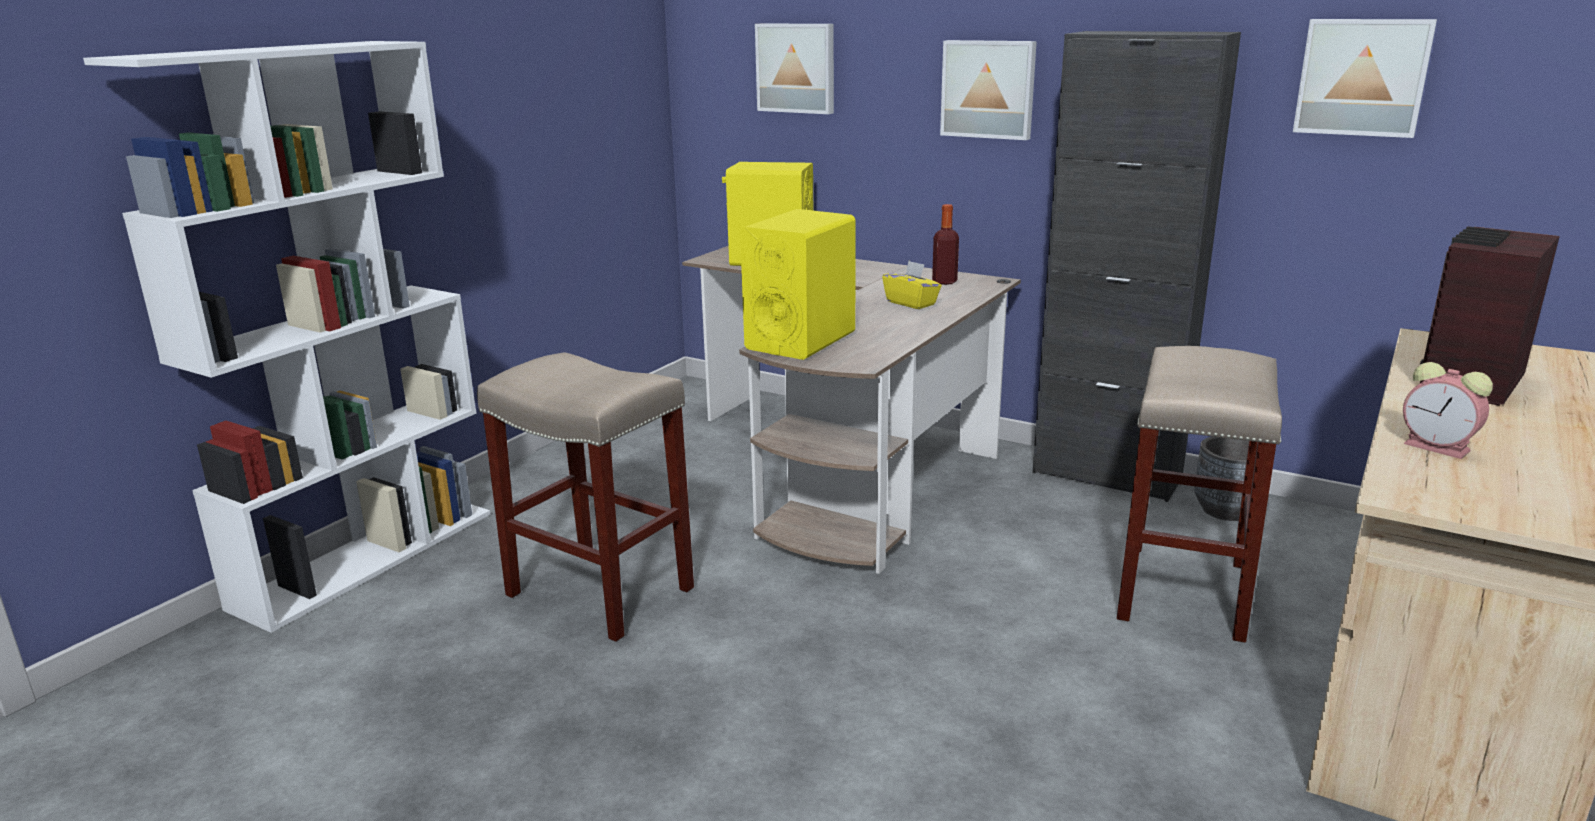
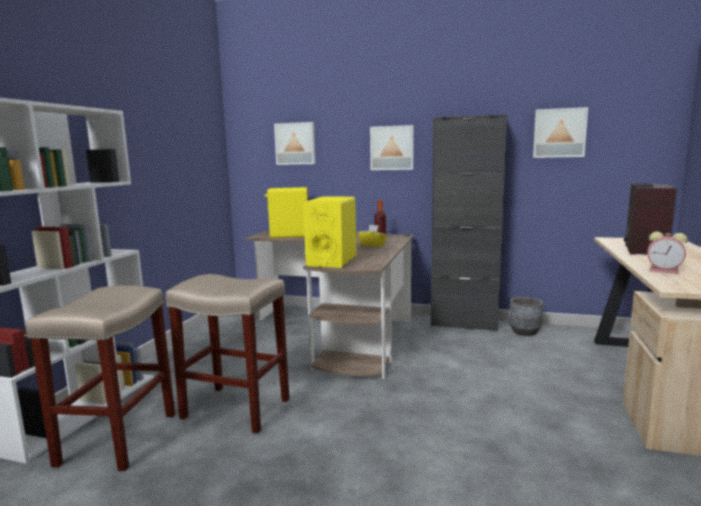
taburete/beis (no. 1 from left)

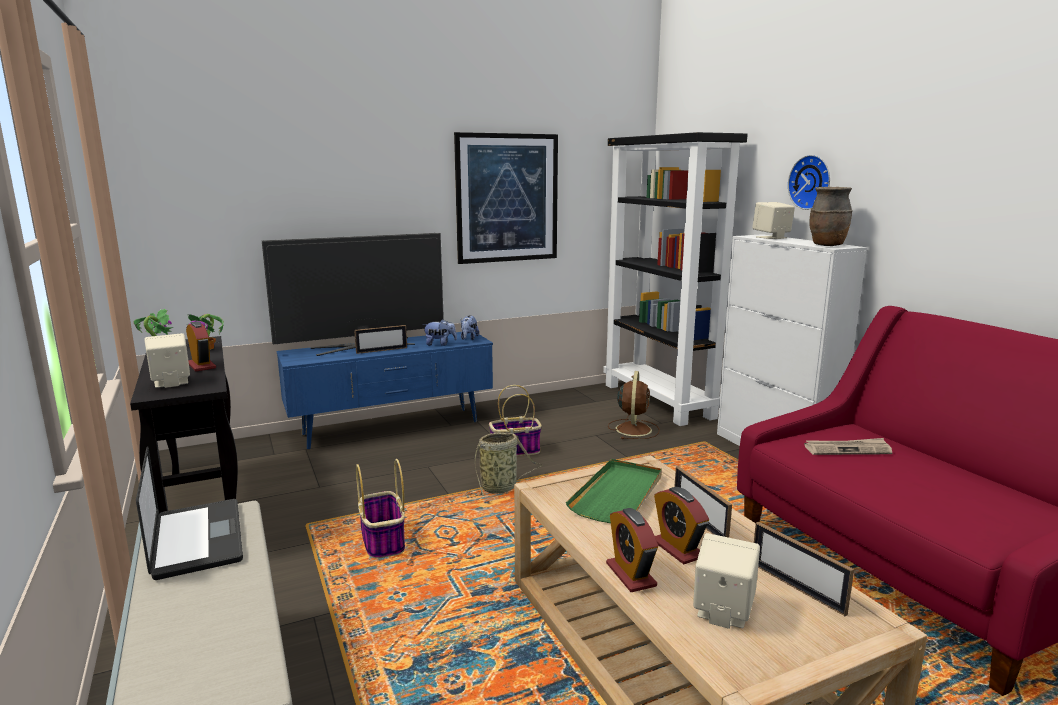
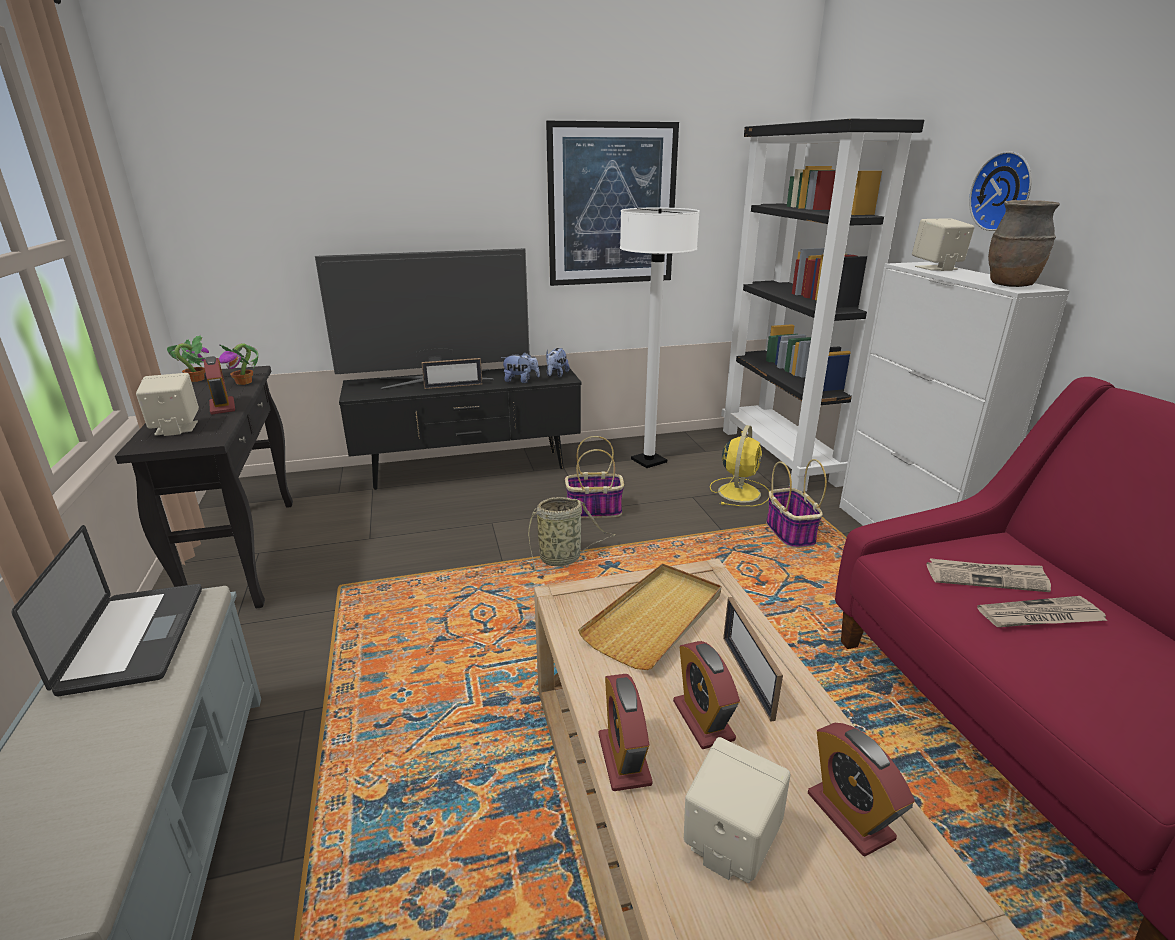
lámpara de pie/blanco; periódico (no. 2 from left); cesta (no. 3 from left); despertador (no. 4 from left); mueble de televisión/negro; bandeja/beis; ventilador/amarillo

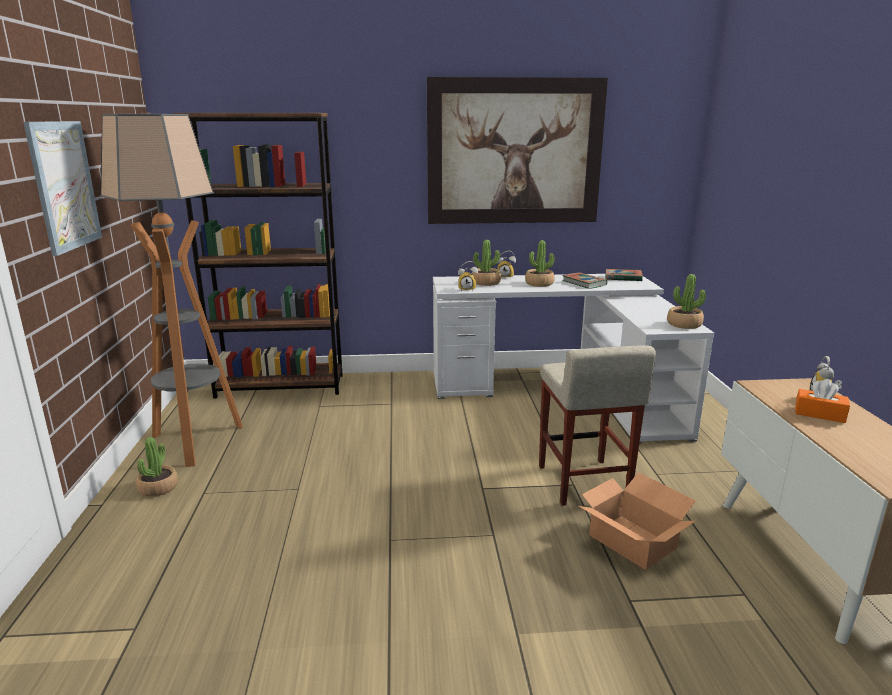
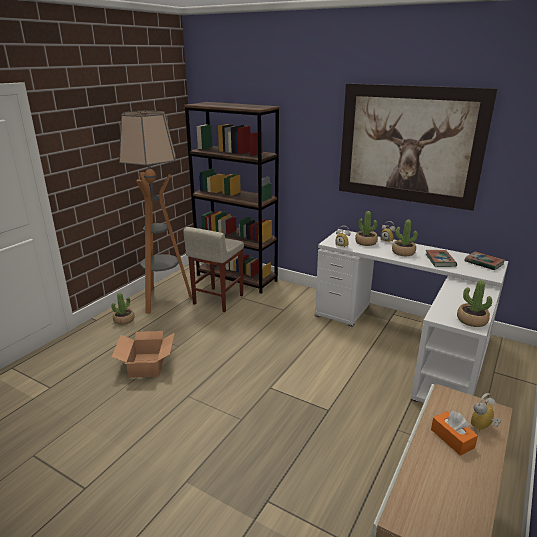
cuadro (no. 1 from left in the first image); taburete/beis; caja de cartón

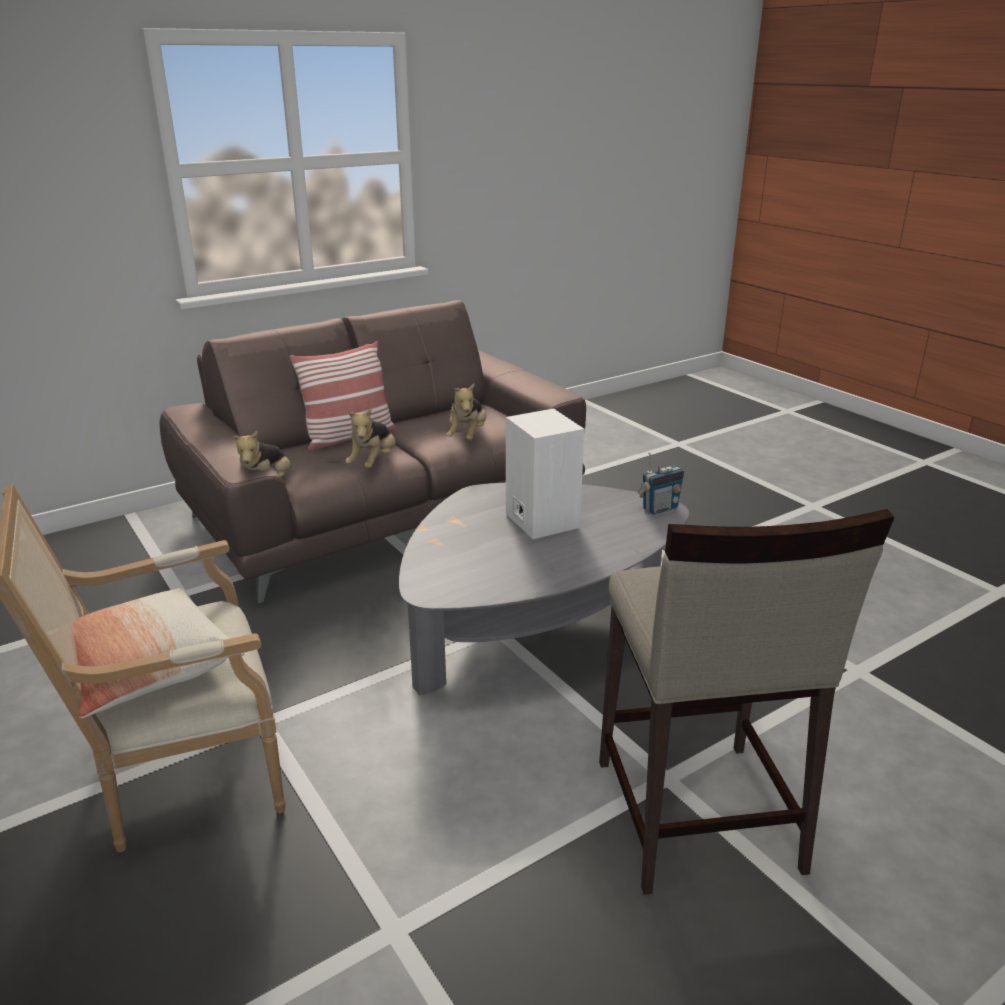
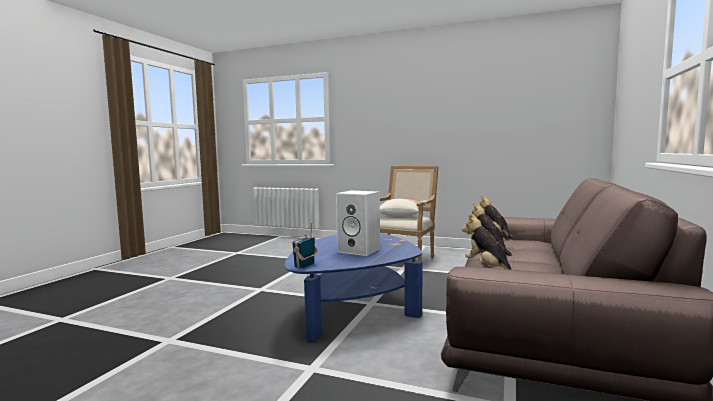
cojín (no. 2 from left in the first image); taburete/beis; mesa de centro/azul

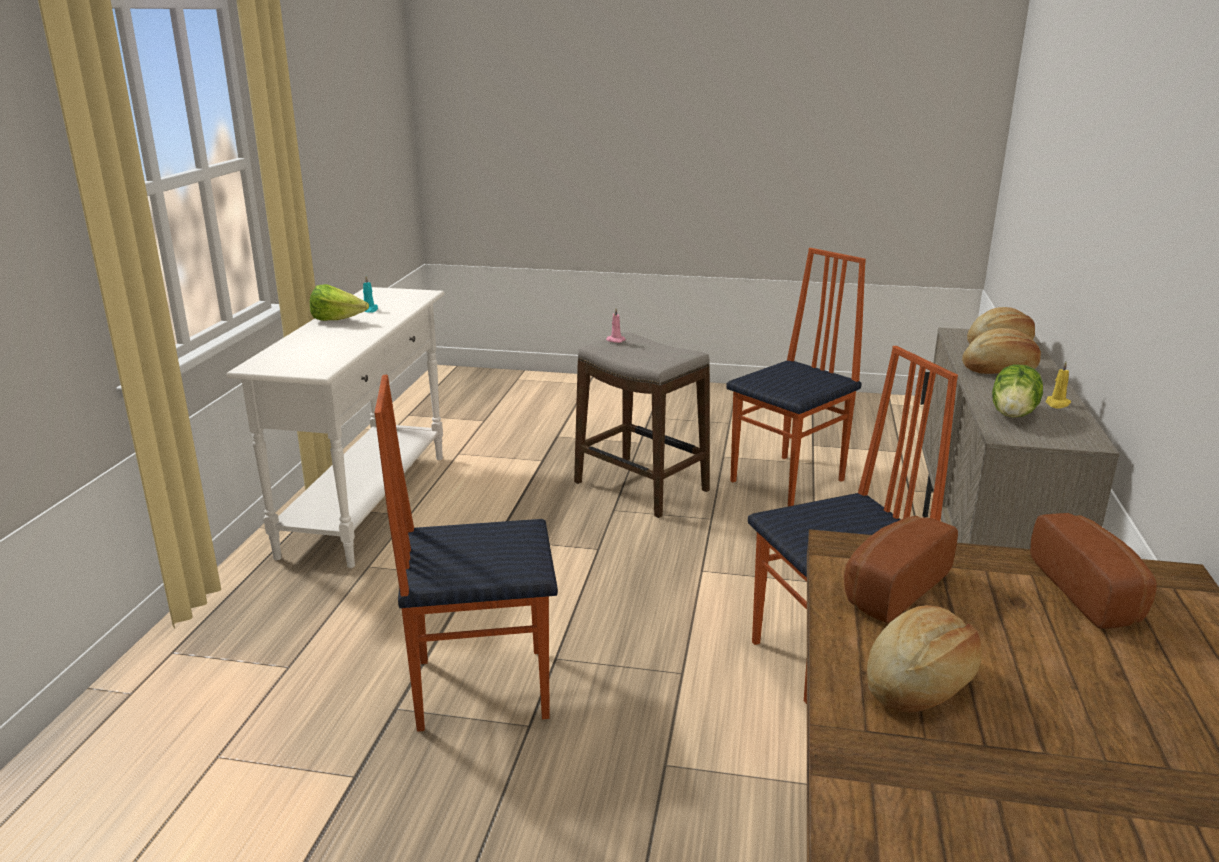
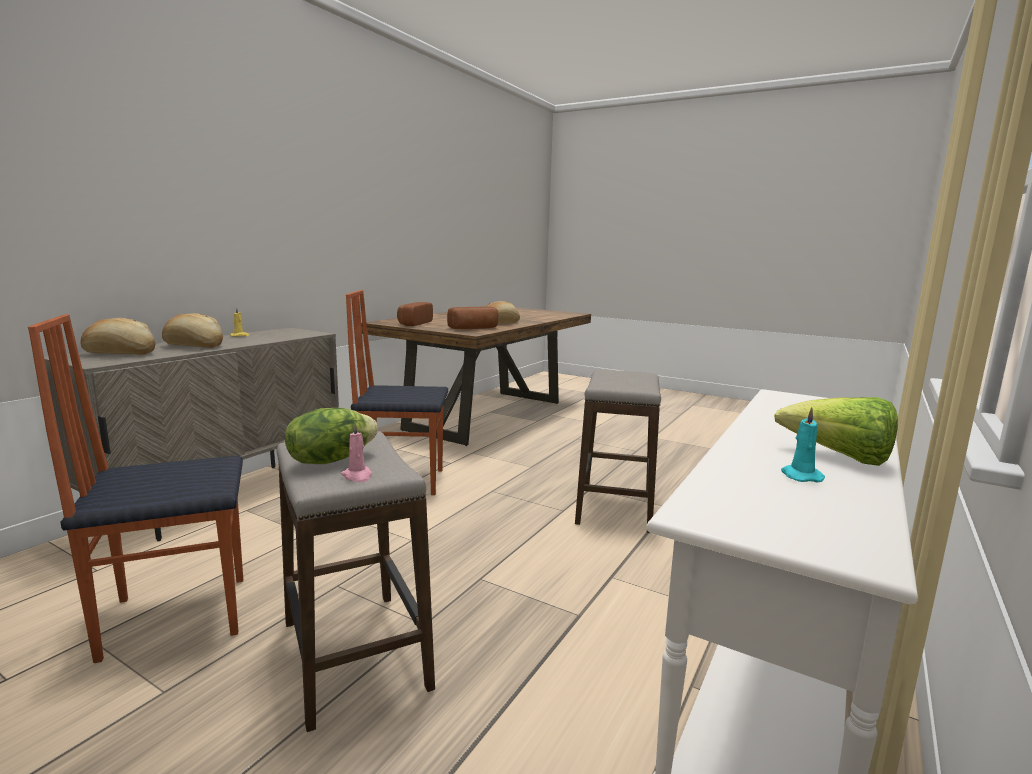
lechuga (no. 1 from left); taburete (no. 2 from left)

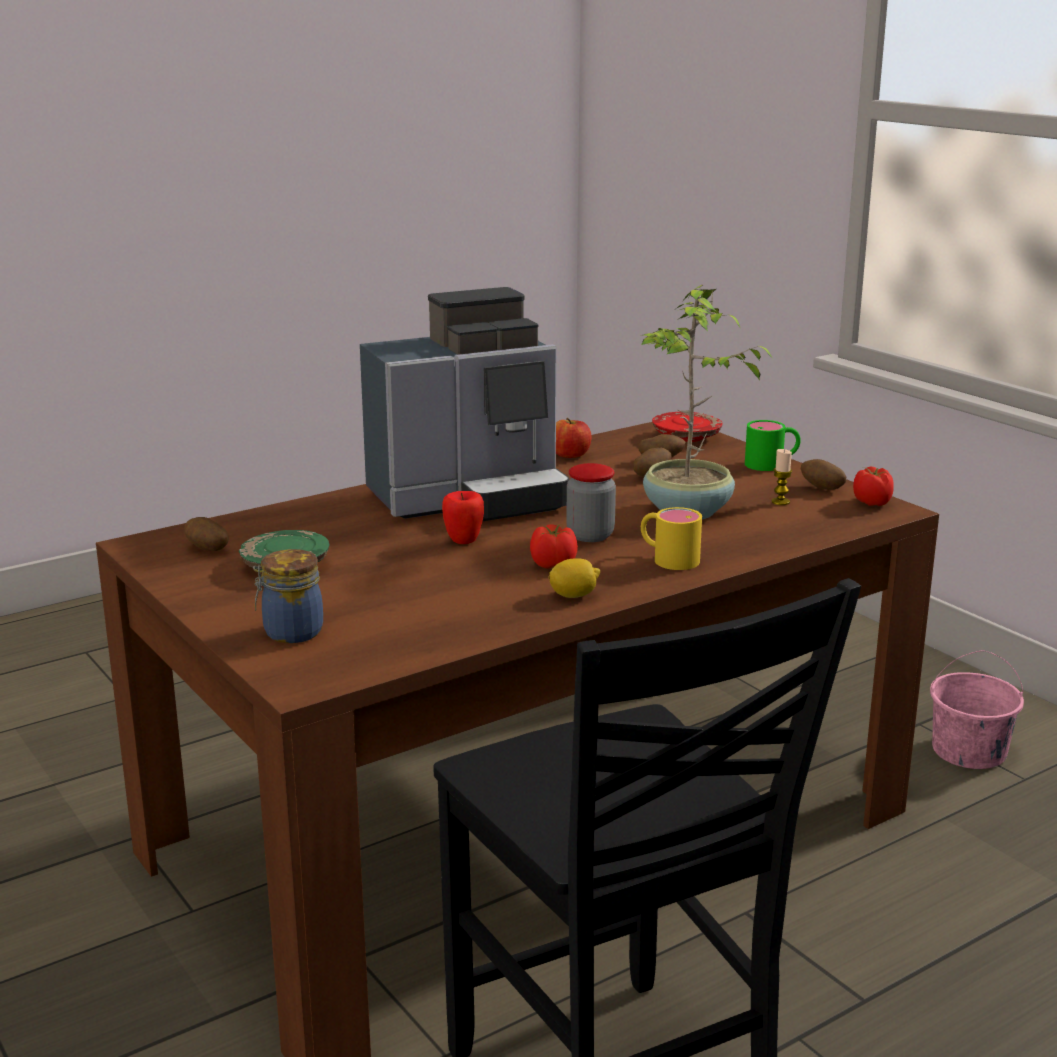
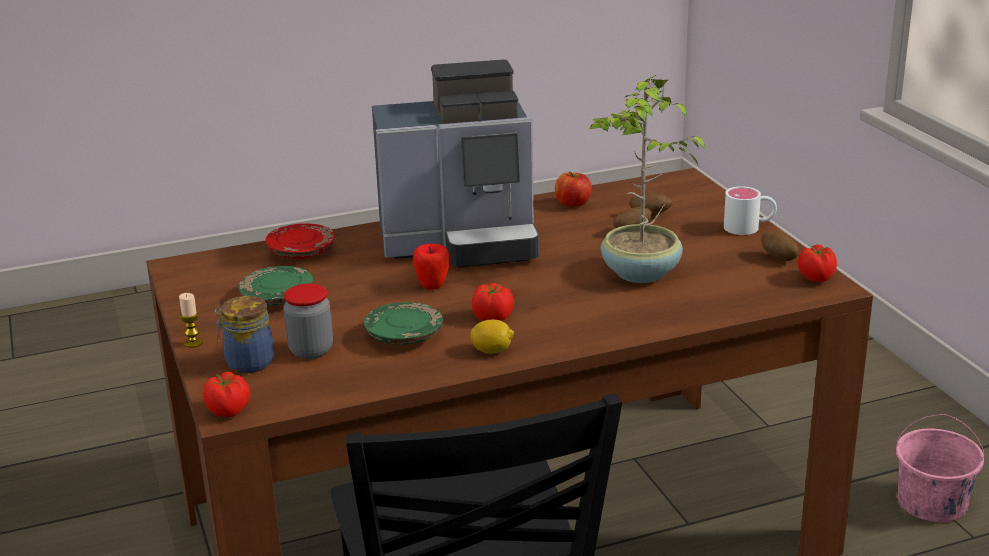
patata (no. 1 from left in the first image); taza grande/amarillo; tomate (no. 1 from left); plato/verde (no. 2 from left); tarro (no. 2 from left); plato/rojo; vela; taza grande/blanco

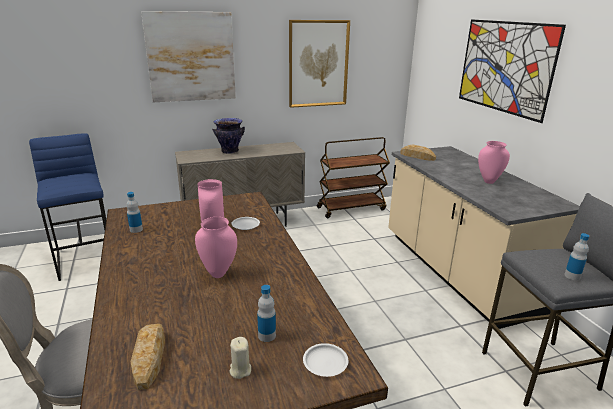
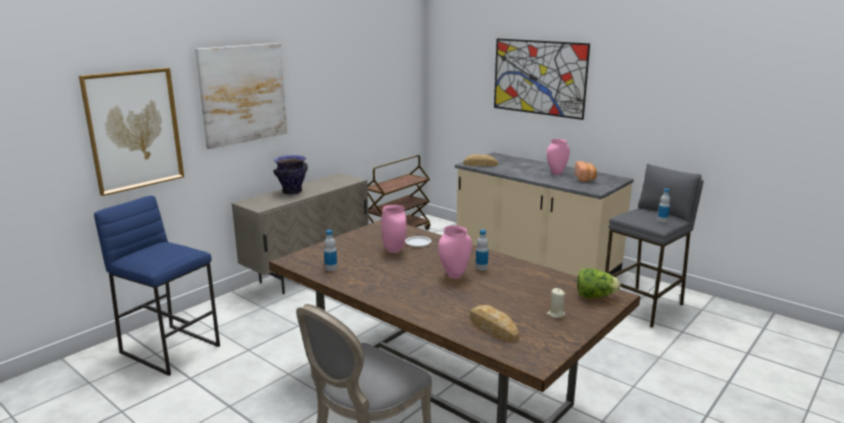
pan (no. 3 from left); botella (no. 2 from left); cuadro (no. 1 from left); lechuga

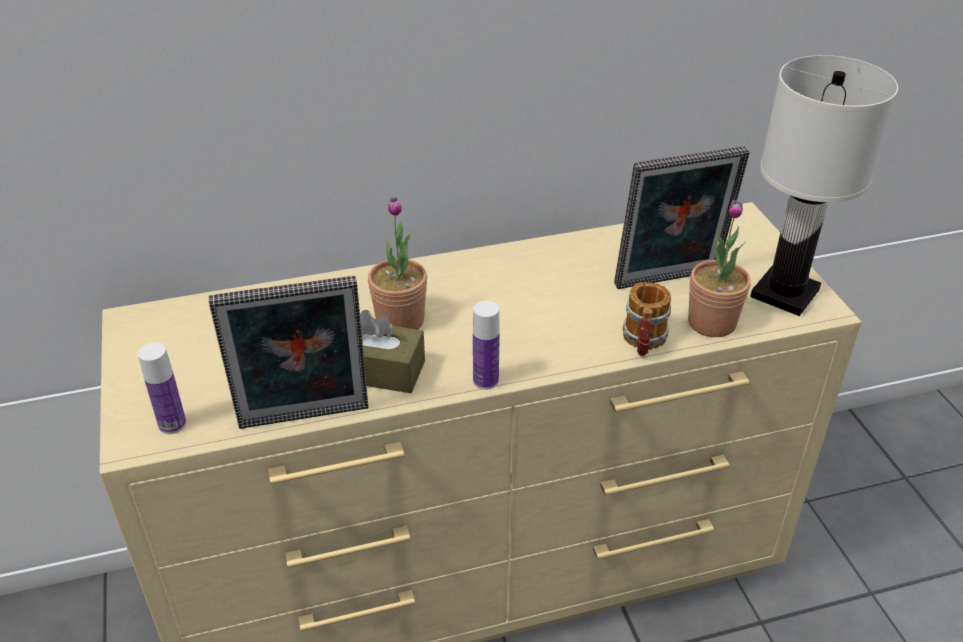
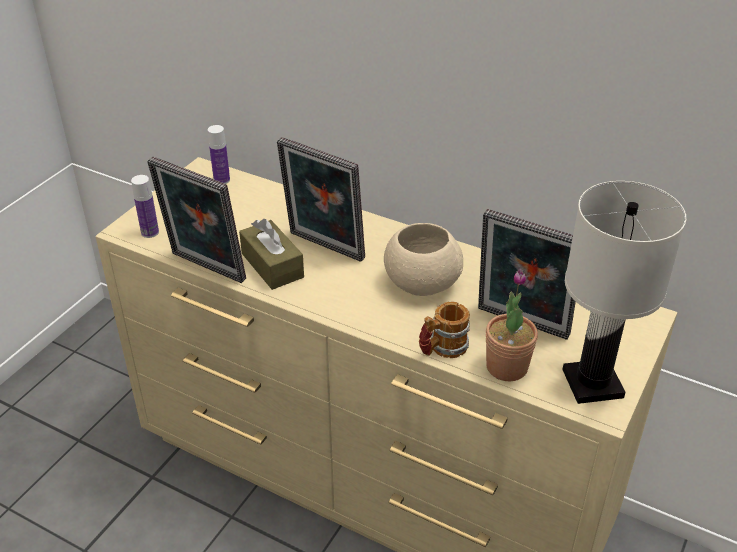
cuenco/beis; botella (no. 2 from left); portarretratos (no. 2 from left)

